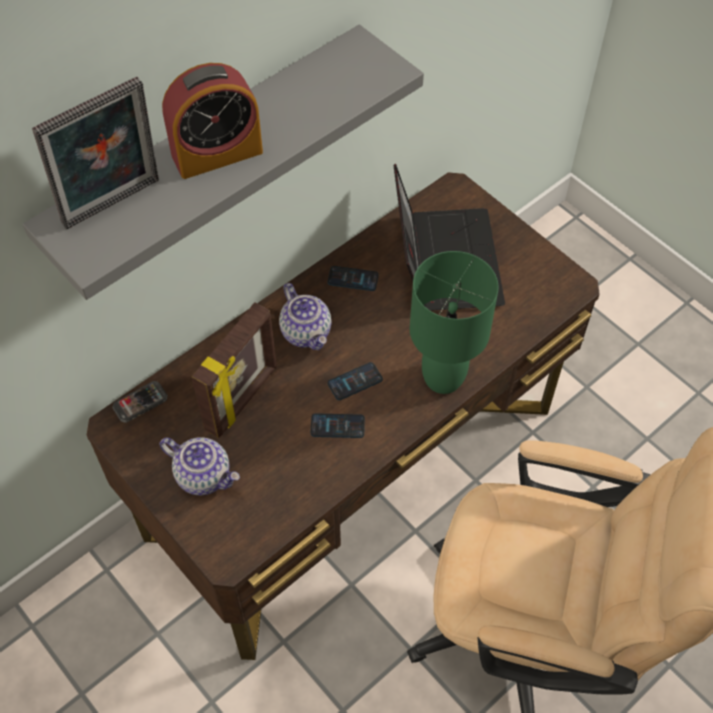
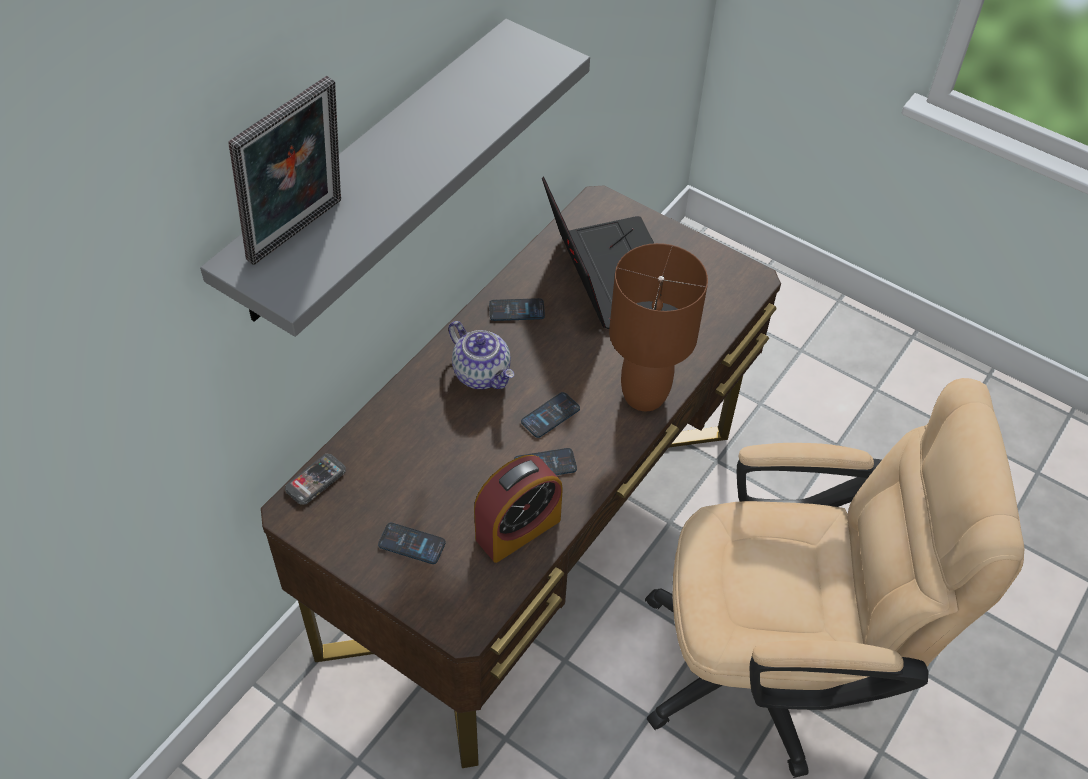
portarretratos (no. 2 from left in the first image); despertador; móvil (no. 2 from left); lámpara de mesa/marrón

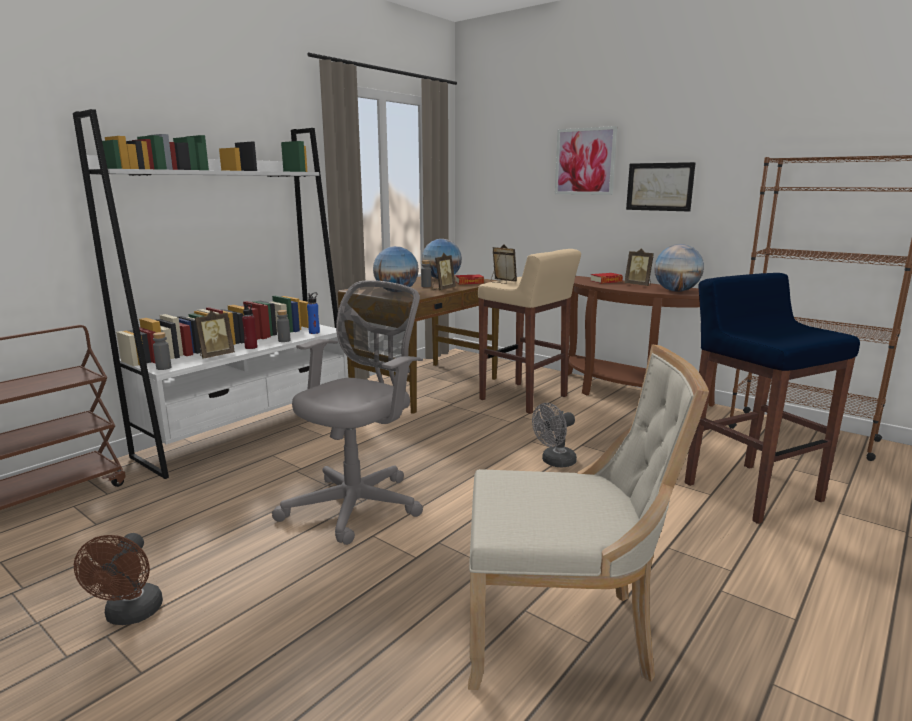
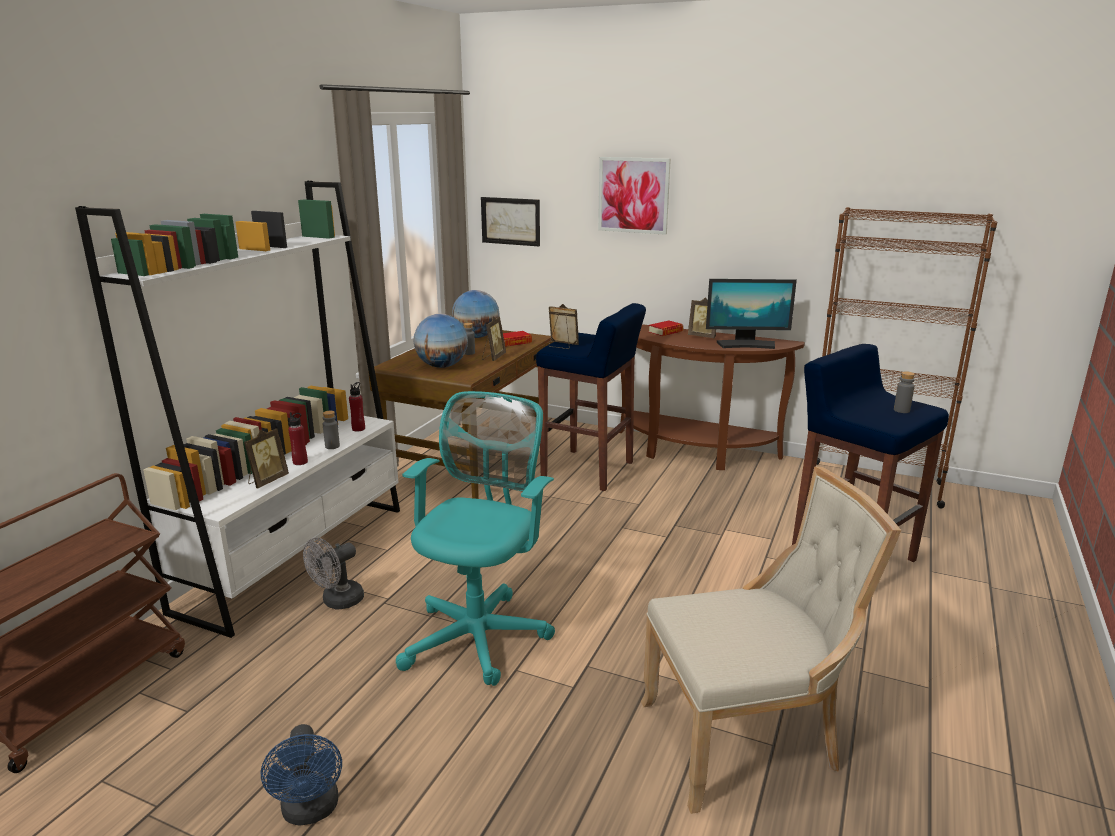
botella/gris (no. 3 from left); ventilador/gris; cuadro (no. 1 from left); monitor; ventilador/azul; silla de oficina/turquesa; botella/rojo (no. 2 from left); taburete/azul (no. 1 from left)

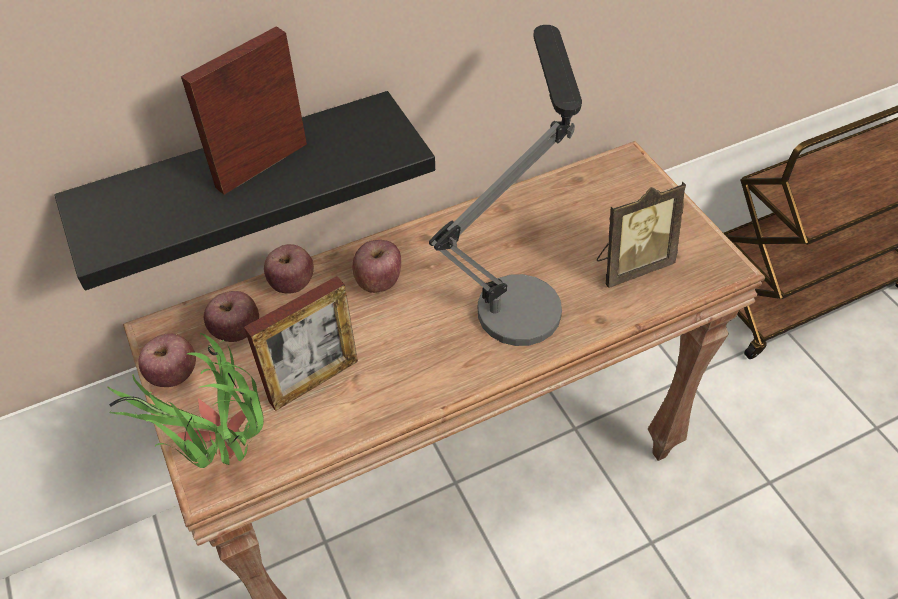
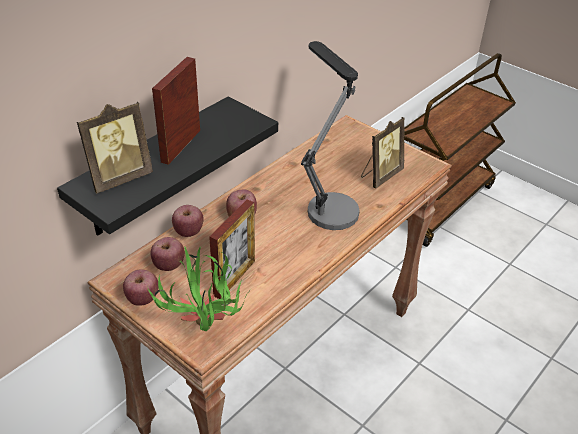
portarretratos (no. 1 from left)

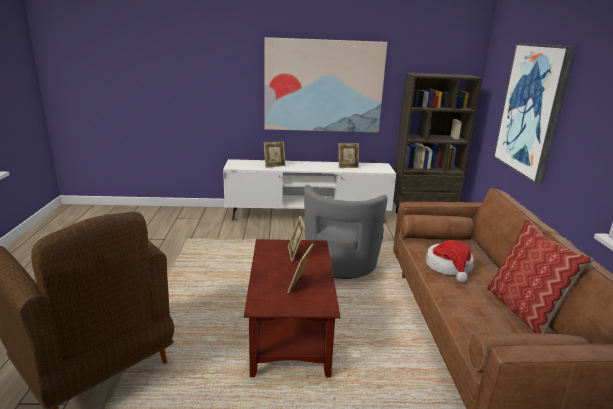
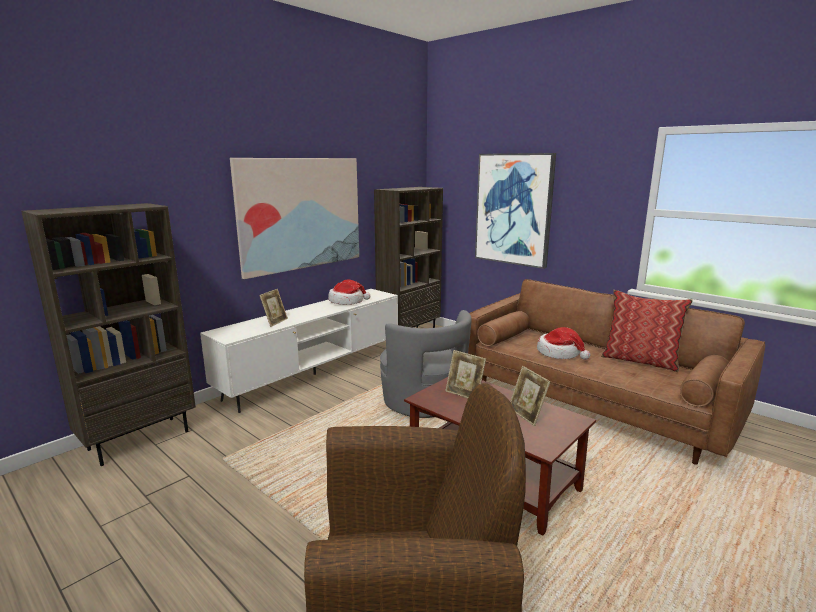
estantería/marrón (no. 1 from left); sombrero (no. 1 from left)

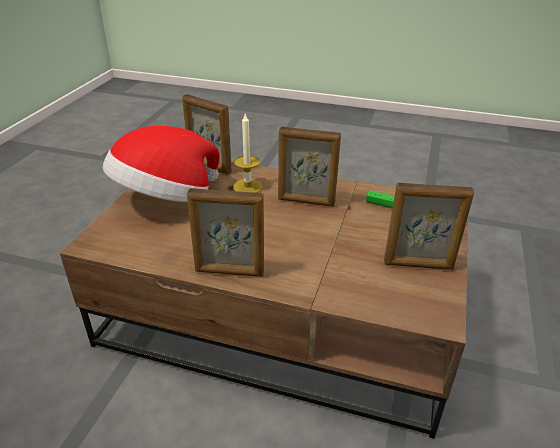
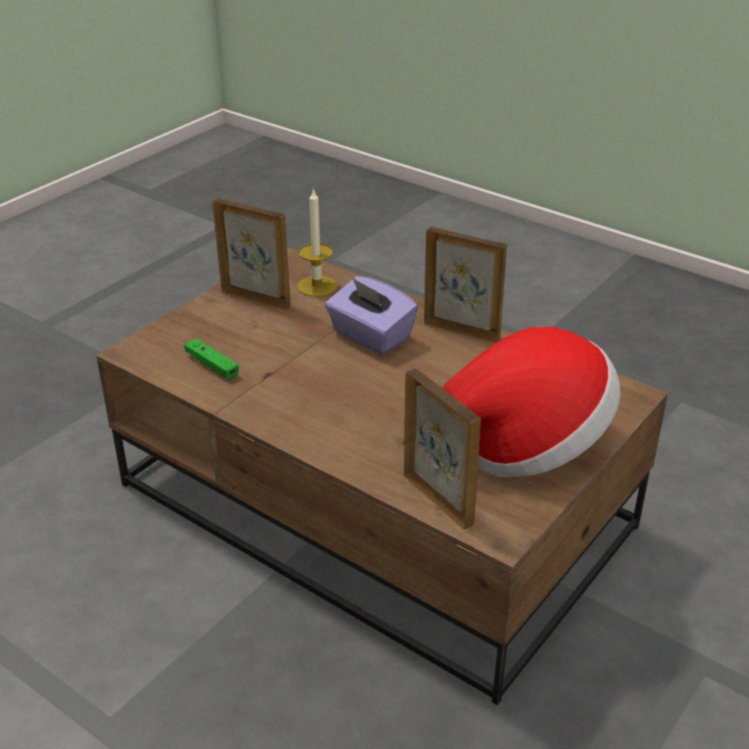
portarretratos (no. 3 from left in the first image); caja de pañuelos/morado; vela

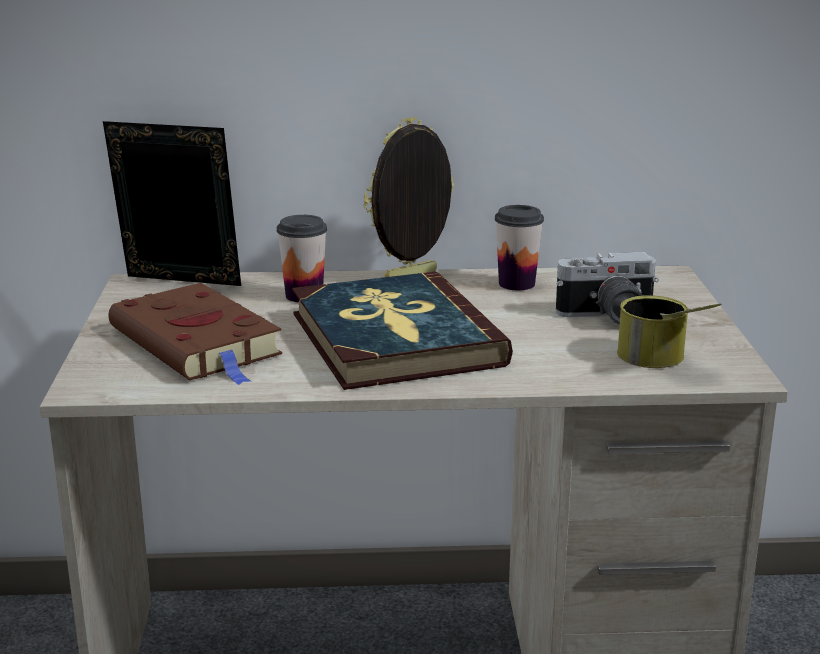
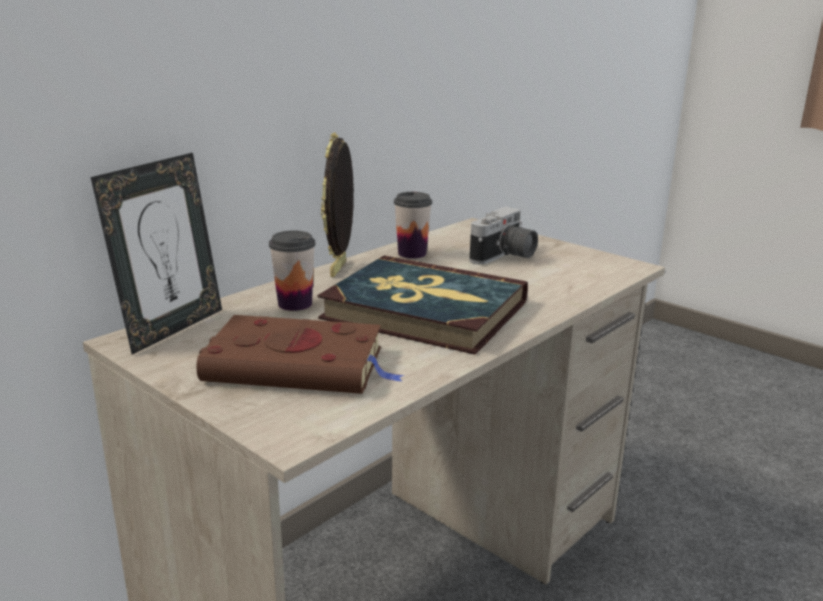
lata; portarretratos (no. 1 from left)

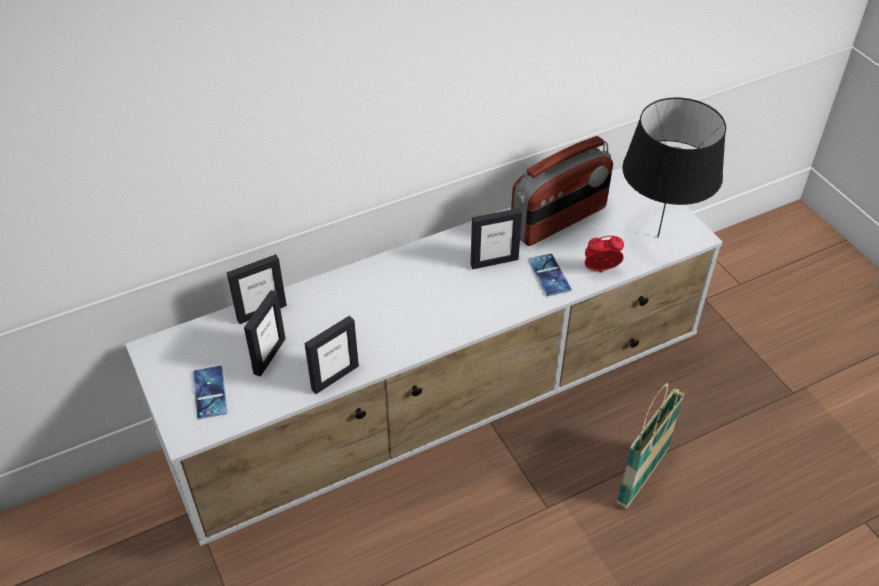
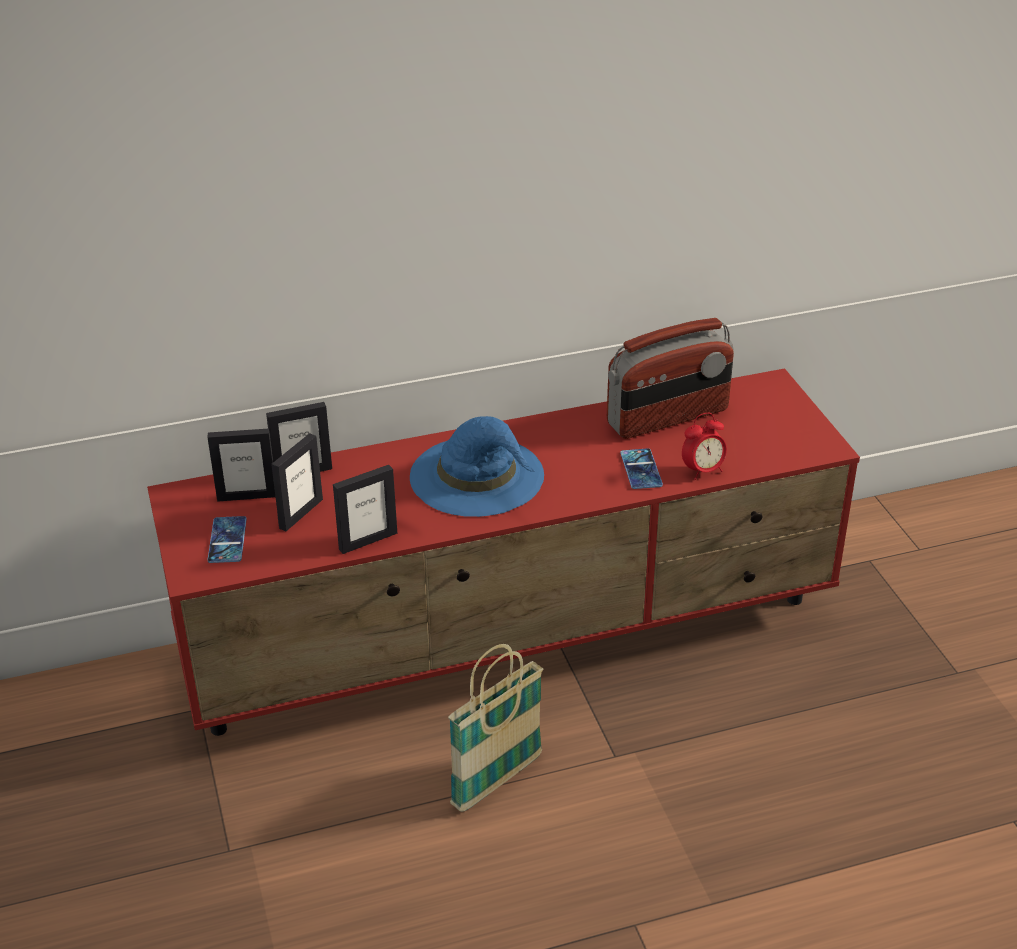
lámpara de mesa/negro; sombrero/azul; portarretratos (no. 1 from left); cesta; mueble de televisión/rojo; despertador

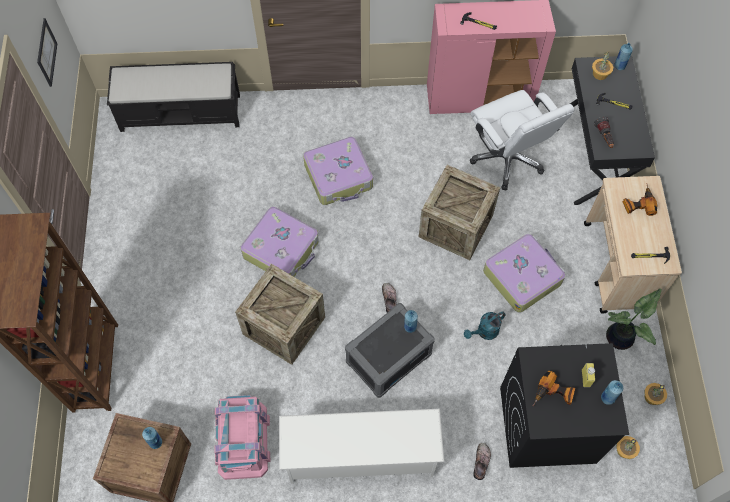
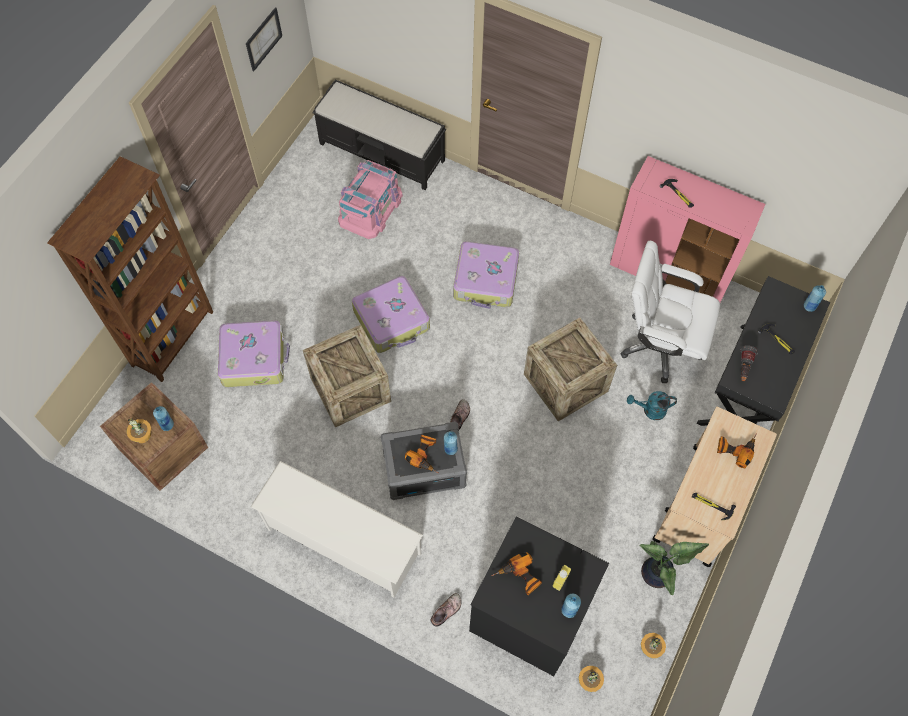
taladro (no. 1 from left); caja de almacenaje/rosa; regadera/turquesa; maleta (no. 1 from left); planta en maceta (no. 1 from left); silla de oficina/blanco

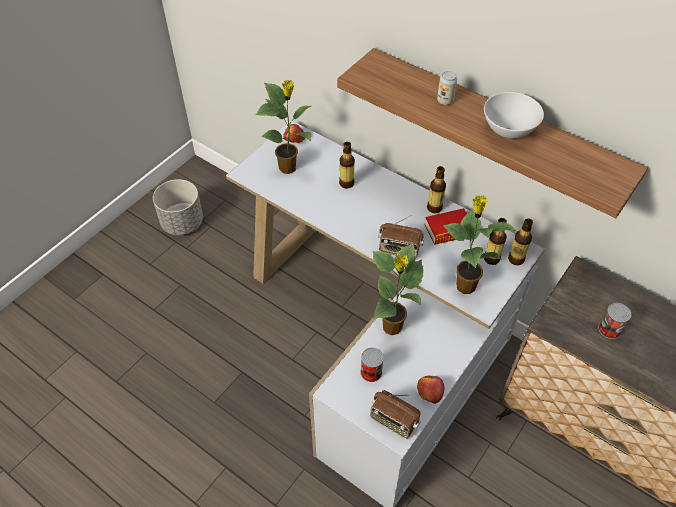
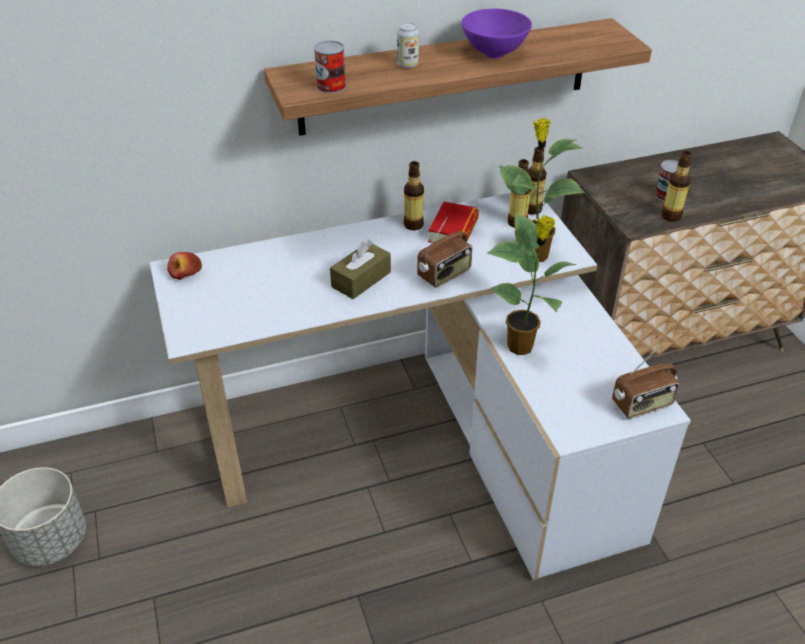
planta en maceta (no. 1 from left in the first image); manzana (no. 2 from left in the first image); caja de pañuelos/marrón; botella (no. 4 from left); lata (no. 1 from left); cuenco/morado

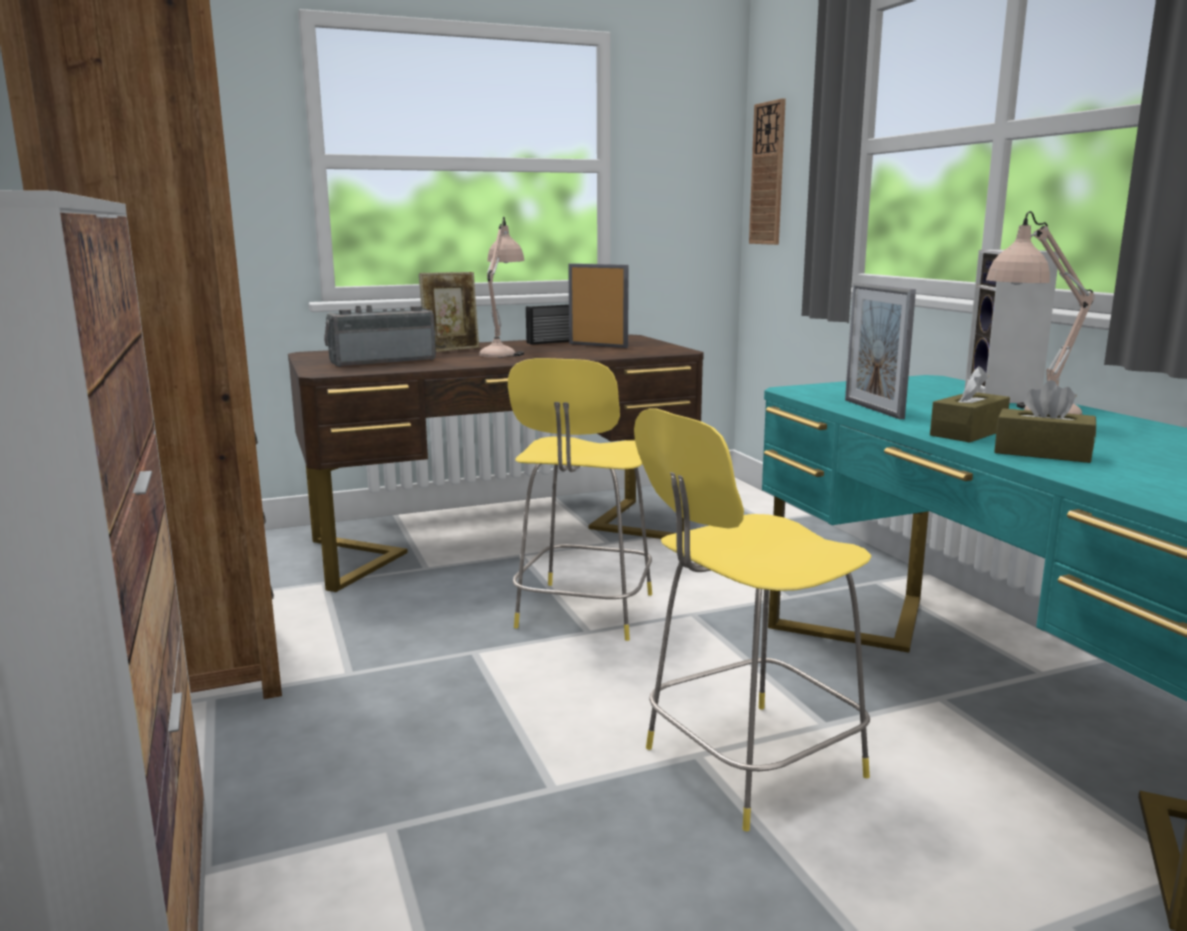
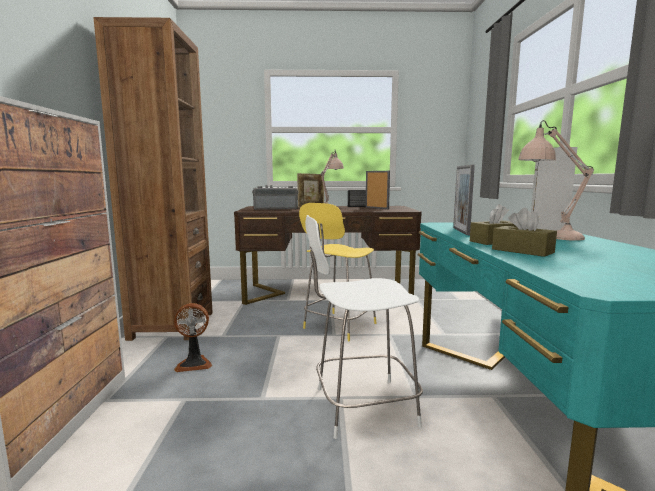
reloj de pared; ventilador; taburete/blanco

